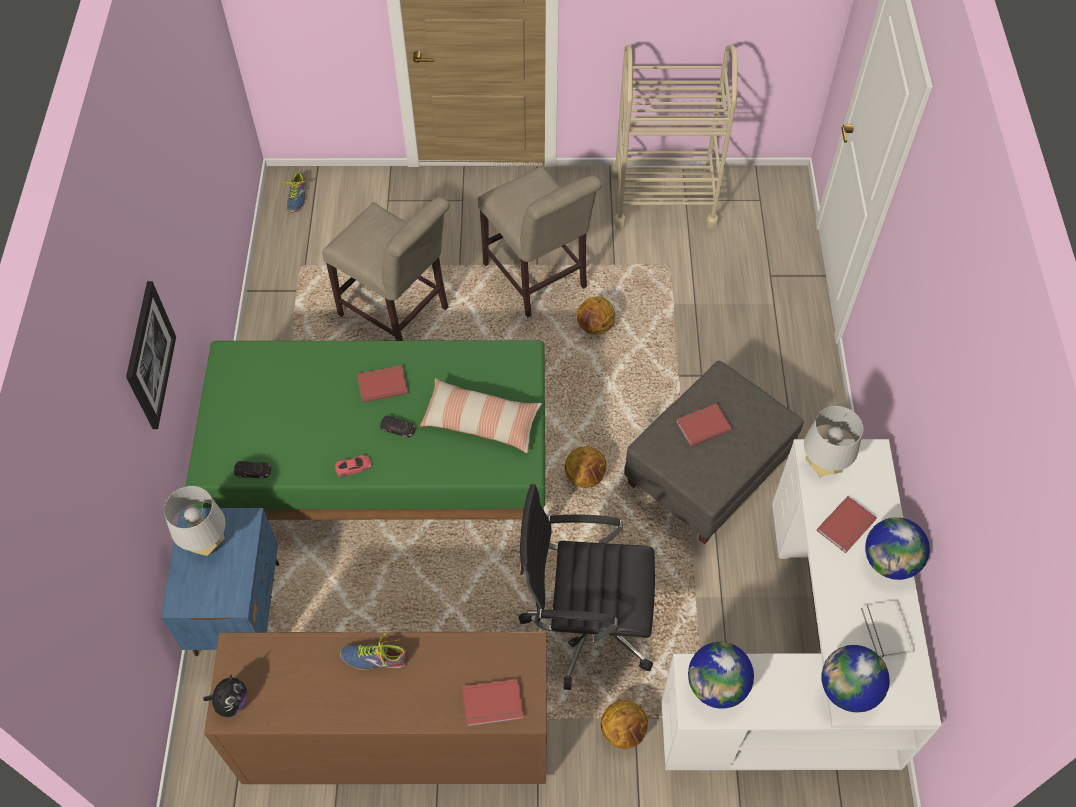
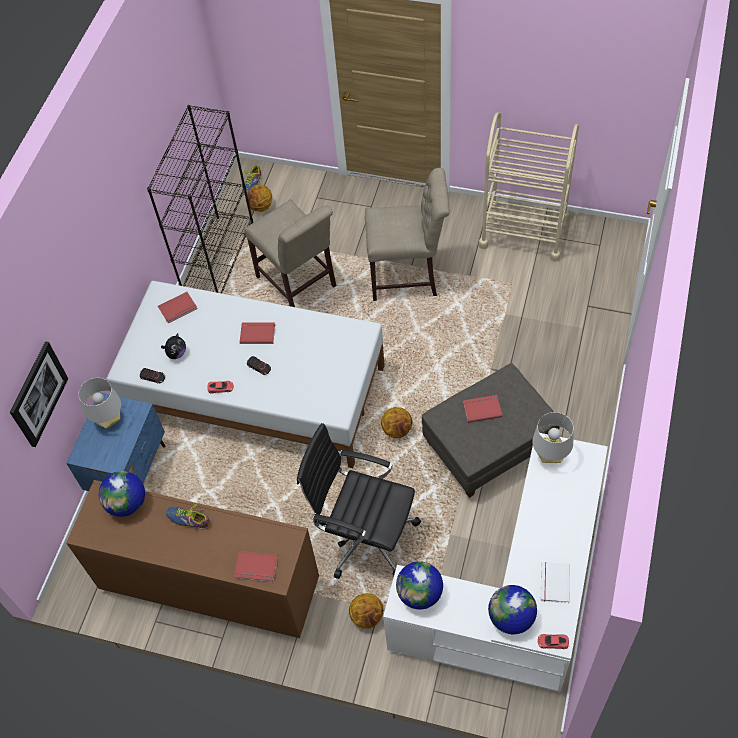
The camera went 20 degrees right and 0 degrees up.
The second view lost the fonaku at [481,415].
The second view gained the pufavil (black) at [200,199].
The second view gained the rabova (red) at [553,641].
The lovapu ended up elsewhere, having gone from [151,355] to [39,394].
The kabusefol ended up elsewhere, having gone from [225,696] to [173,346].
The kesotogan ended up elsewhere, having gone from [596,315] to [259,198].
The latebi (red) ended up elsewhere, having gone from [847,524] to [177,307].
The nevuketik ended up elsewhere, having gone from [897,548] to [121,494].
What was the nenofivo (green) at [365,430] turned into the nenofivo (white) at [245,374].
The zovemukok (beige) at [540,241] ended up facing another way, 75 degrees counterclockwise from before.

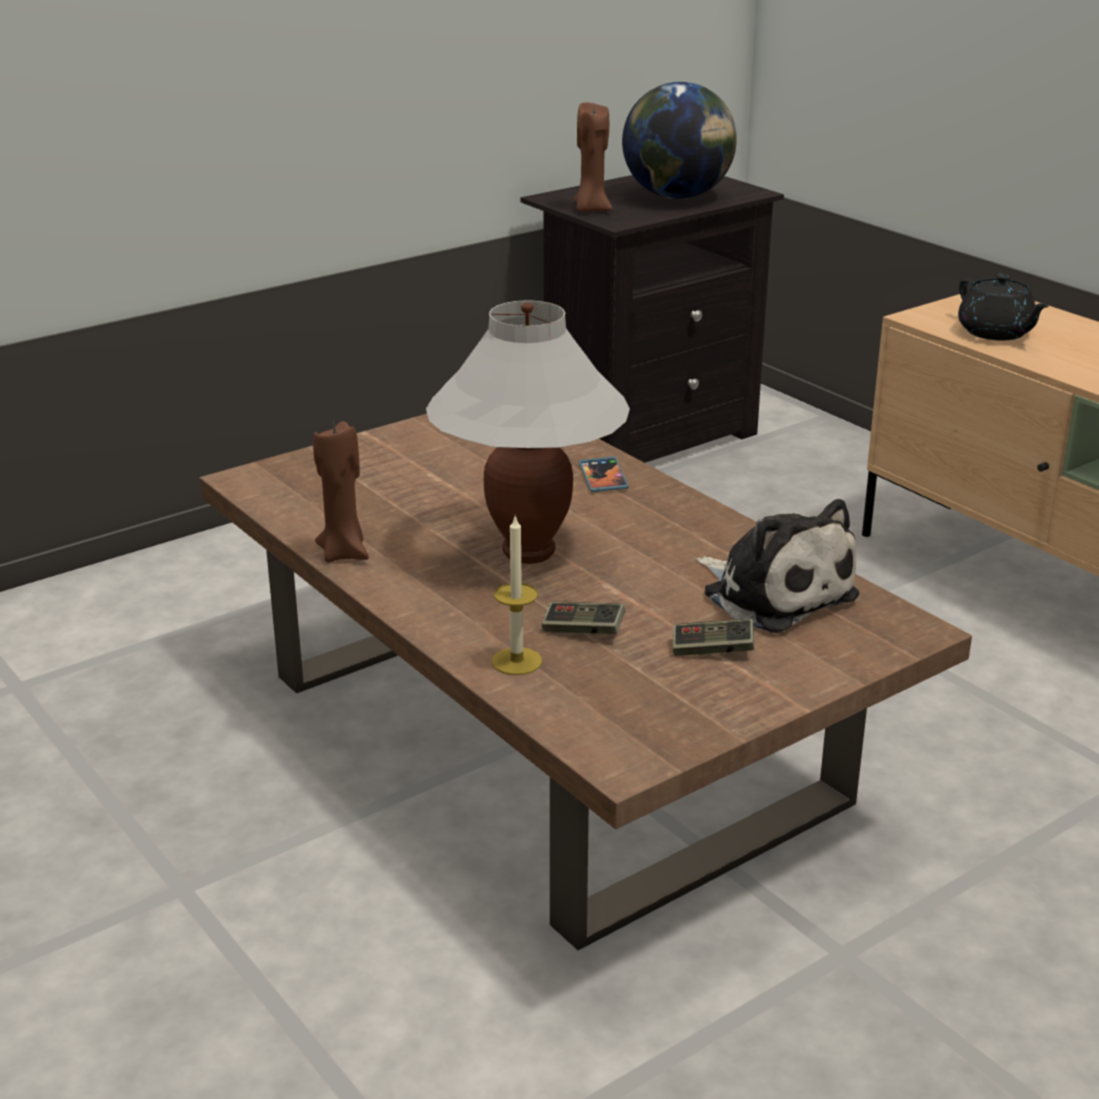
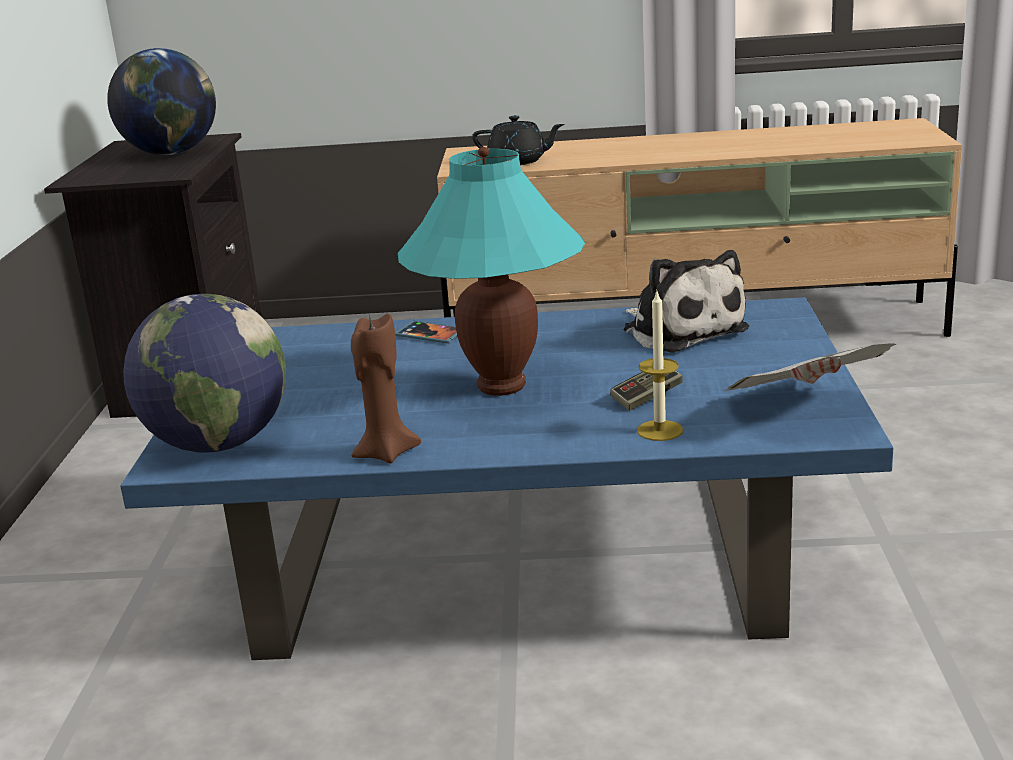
The camera went 50 degrees left and 5 degrees down.
The second view lost the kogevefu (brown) at [593,157].
The second view lost the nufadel at [713,637].
The second view gained the nevuketik at [204,373].
The second view gained the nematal at [810,367].
What was the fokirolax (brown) at [586,682] turned into the fokirolax (blue) at [506,478].
What was the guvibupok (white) at [528,432] turned into the guvibupok (turquoise) at [491,271].
The kabusefol at [777,566] ended up facing another way, 60 degrees clockwise from before.

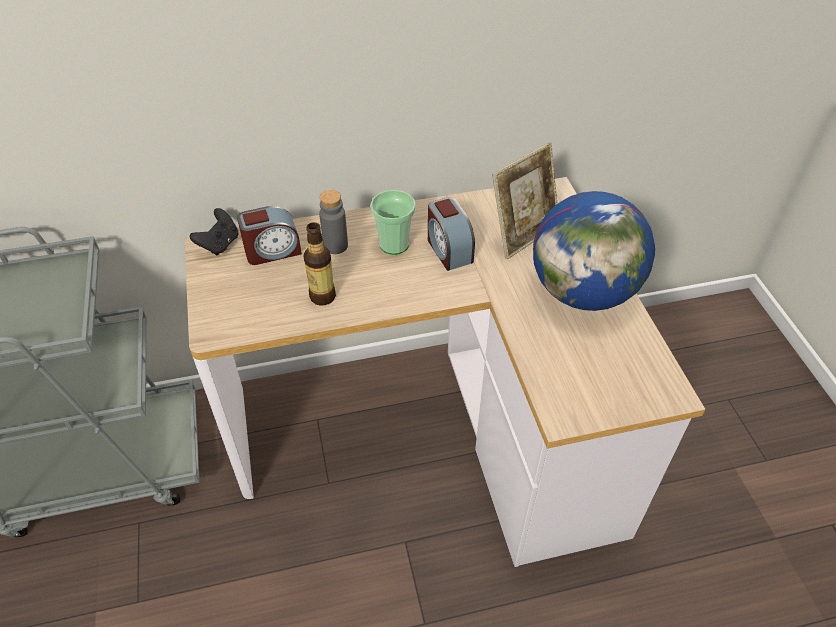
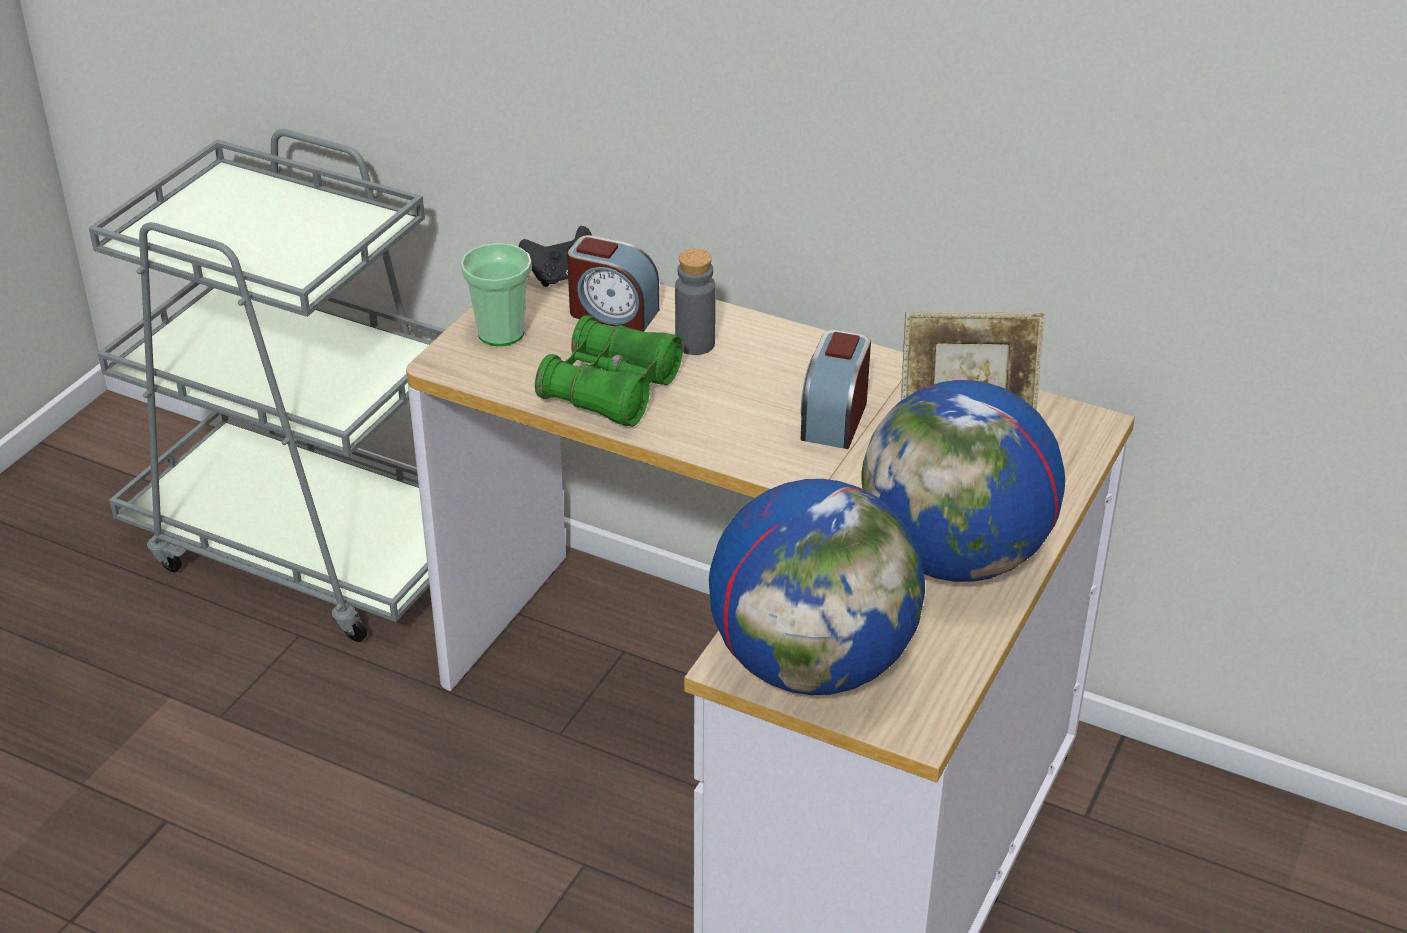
The camera went 40 degrees right and 10 degrees down.
The second view gained the nevuketik at [817,587].
The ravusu ended up elsewhere, having gone from [393,222] to [496,294].
Where the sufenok stood at [319,264], the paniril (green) came to stand at [609,371].

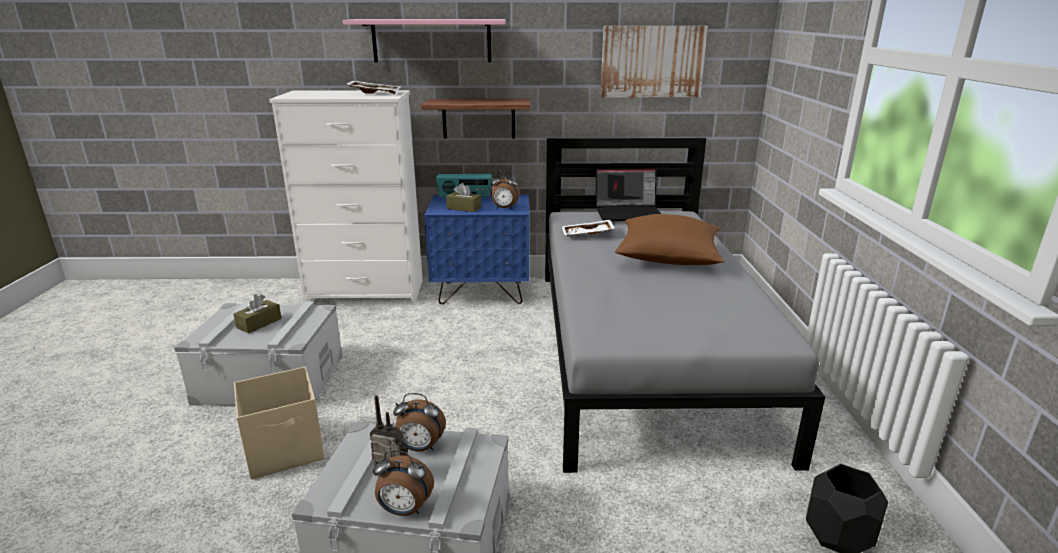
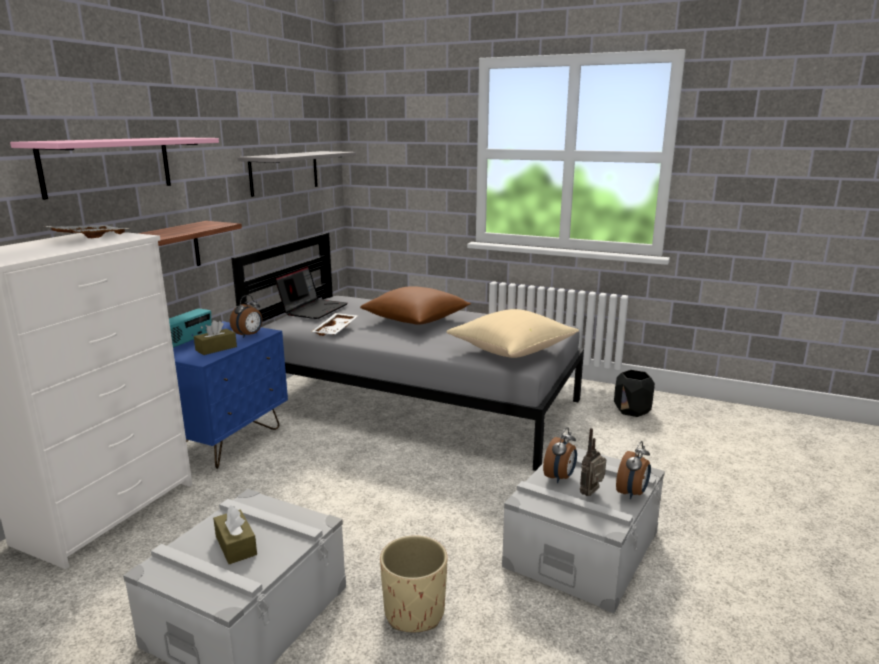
The camera went 65 degrees left and 5 degrees down.
The second view gained the fonaku (beige) at [512,333].
Where the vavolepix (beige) stood at [279,423], the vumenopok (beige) came to stand at [414,583].
Where the lovapu hung at [654,61], the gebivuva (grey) came to hang at [296,174].

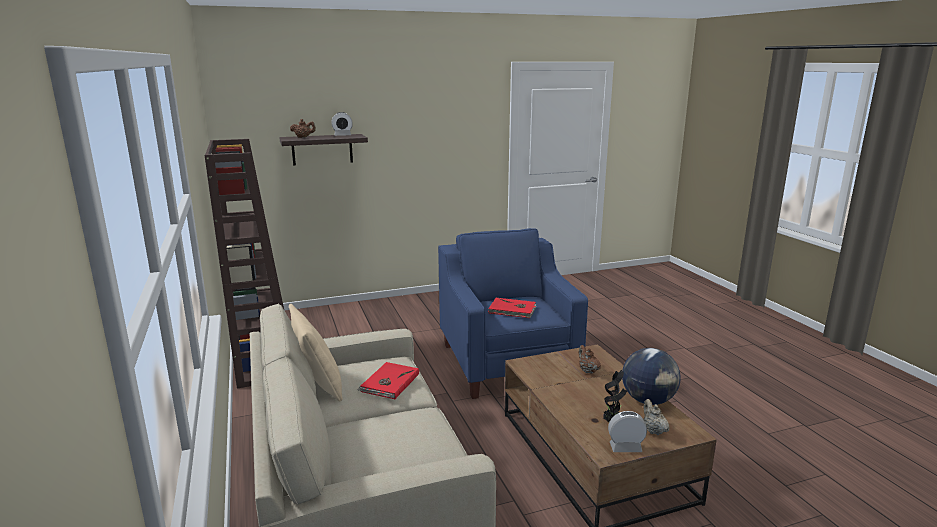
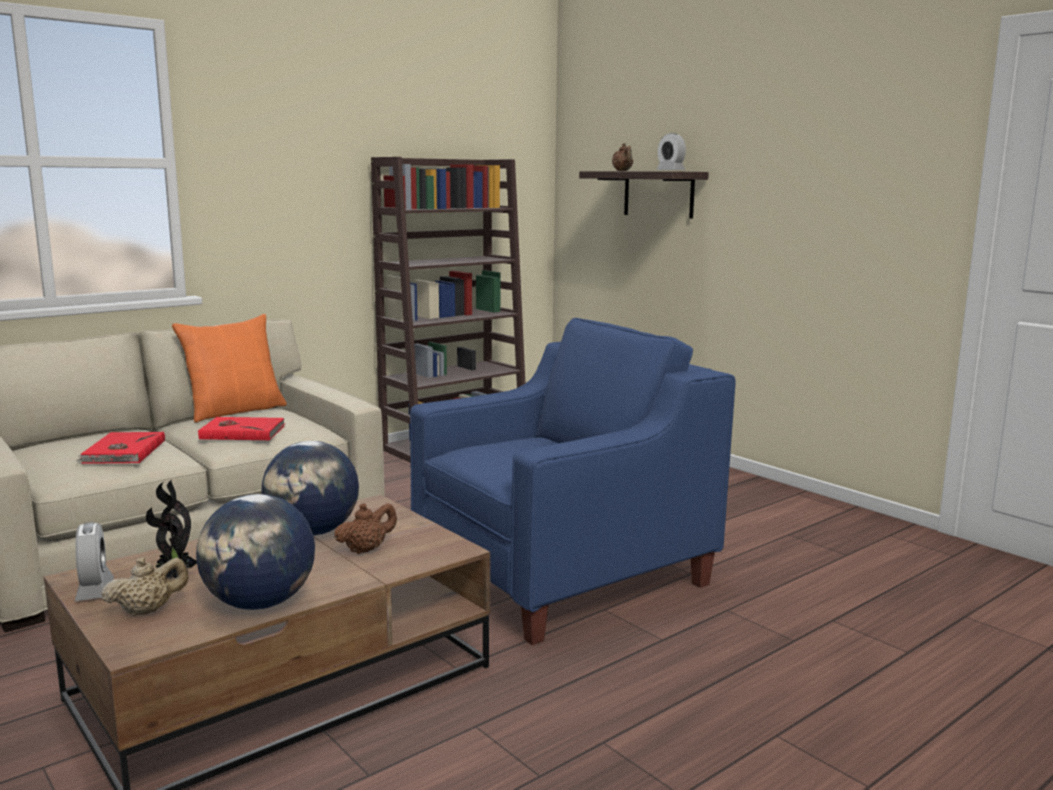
The camera went 70 degrees right and 5 degrees down.
The second view gained the nevuketik at [310,488].
The latebi (red) ended up elsewhere, having gone from [512,308] to [120,448].
What was the fonaku (beige) at [316,353] turned into the fonaku (orange) at [229,368].

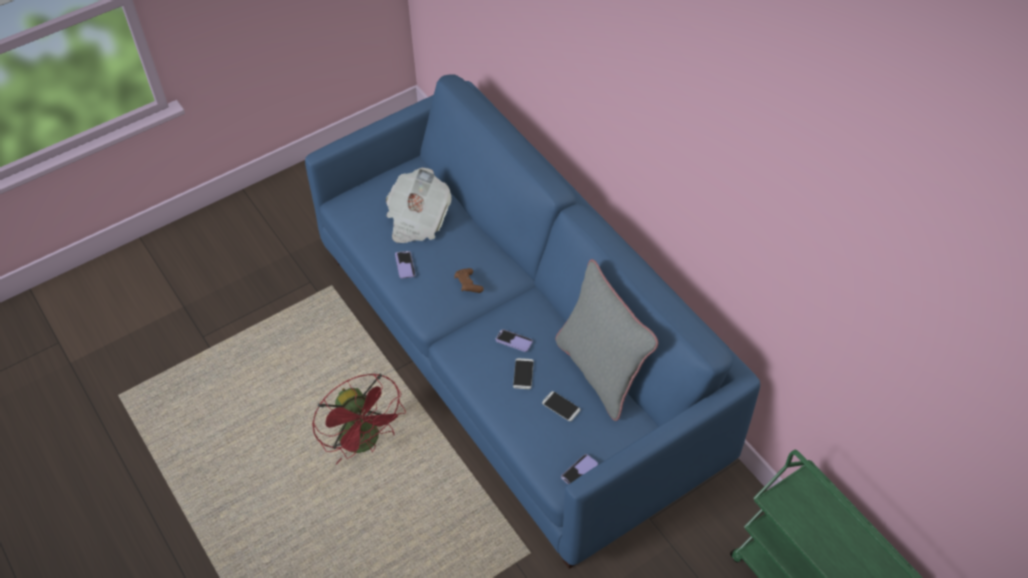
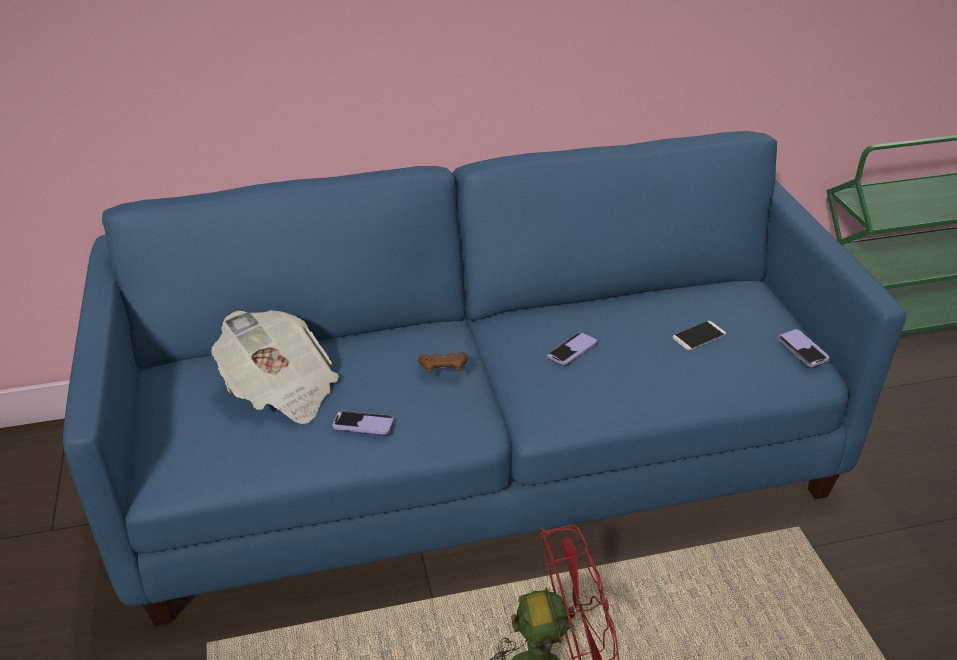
The camera went 70 degrees left and 15 degrees down.
The second view lost the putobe at [523,373].
The second view lost the fonaku (grey) at [606,340].

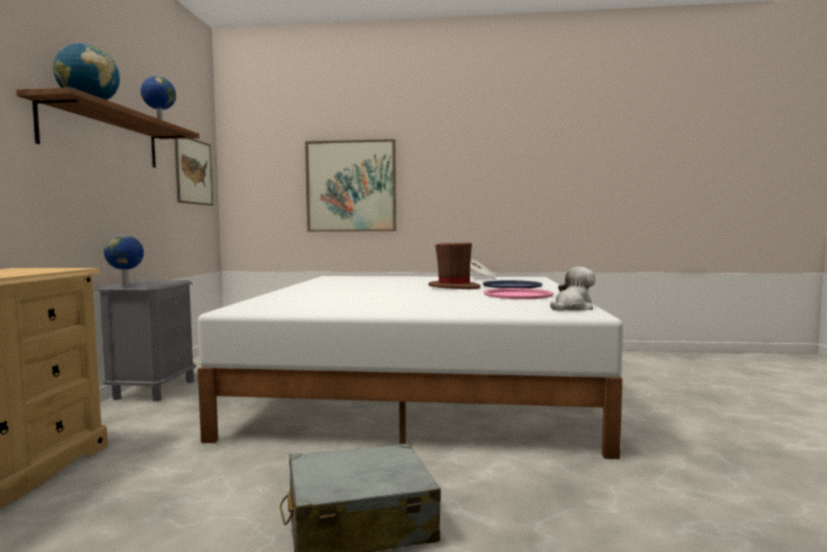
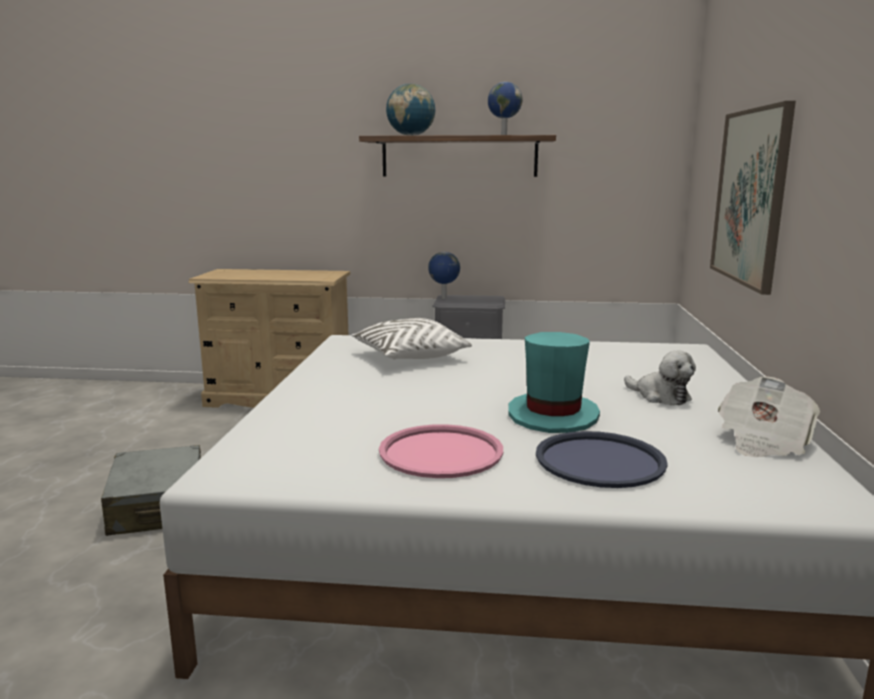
The camera went 90 degrees right and 10 degrees up.
The second view lost the lovapu at [194,172].
The second view gained the fonaku (white) at [411,339].
The kabusefol ended up elsewhere, having gone from [572,289] to [660,378].
What was the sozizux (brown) at [455,266] turned into the sozizux (turquoise) at [554,382].

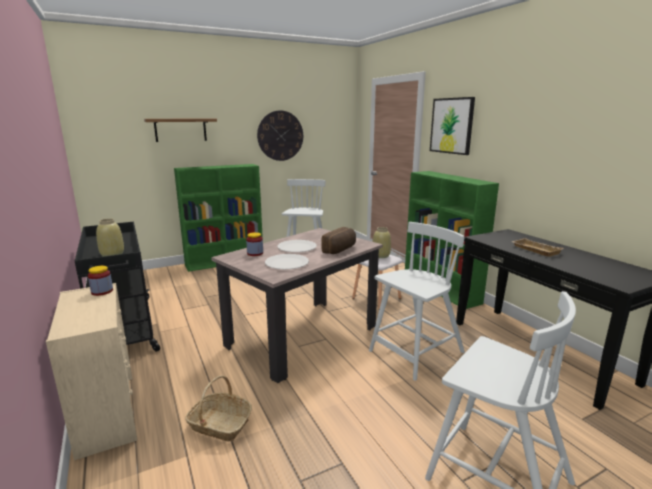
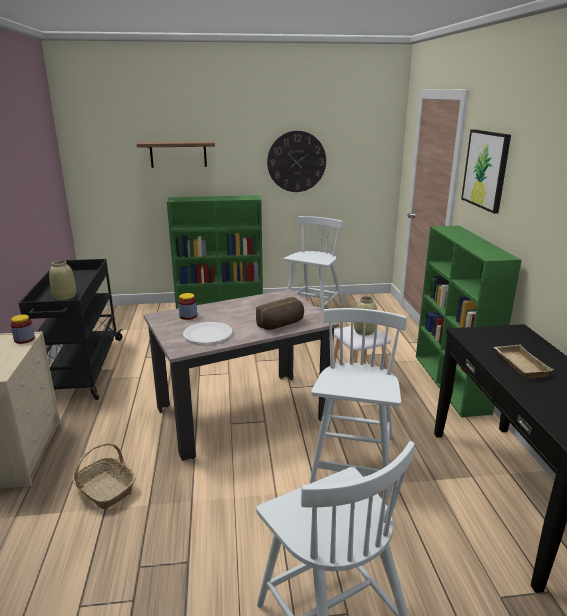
The camera went 20 degrees right and 5 degrees up.
The second view lost the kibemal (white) at [297,246].
The zovemukok (white) at [417,301] ended up facing another way, 60 degrees counterclockwise from before.

